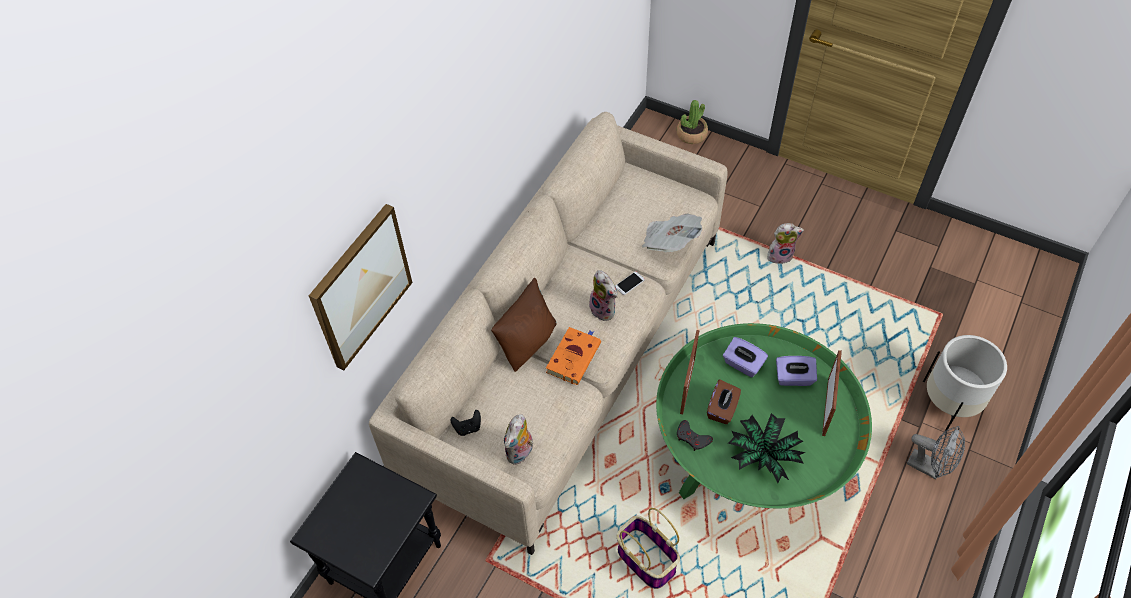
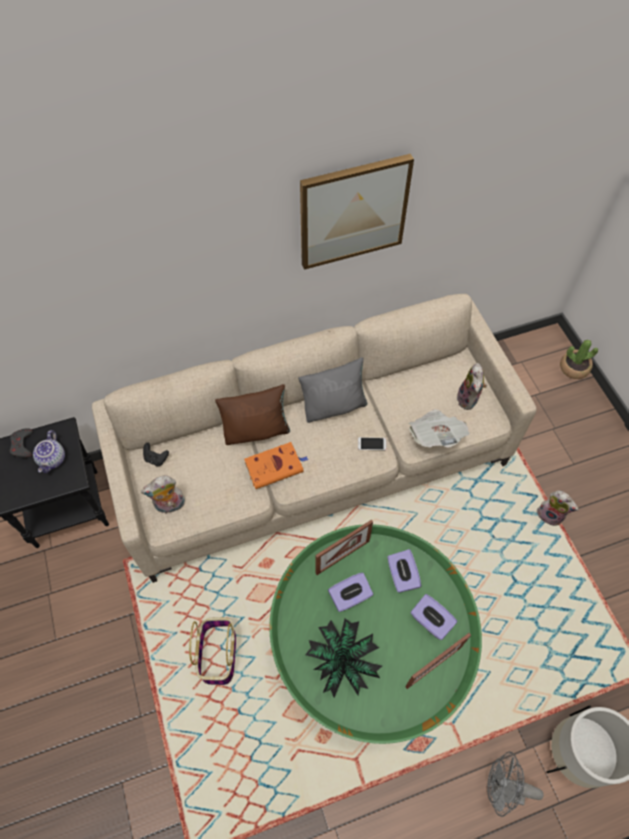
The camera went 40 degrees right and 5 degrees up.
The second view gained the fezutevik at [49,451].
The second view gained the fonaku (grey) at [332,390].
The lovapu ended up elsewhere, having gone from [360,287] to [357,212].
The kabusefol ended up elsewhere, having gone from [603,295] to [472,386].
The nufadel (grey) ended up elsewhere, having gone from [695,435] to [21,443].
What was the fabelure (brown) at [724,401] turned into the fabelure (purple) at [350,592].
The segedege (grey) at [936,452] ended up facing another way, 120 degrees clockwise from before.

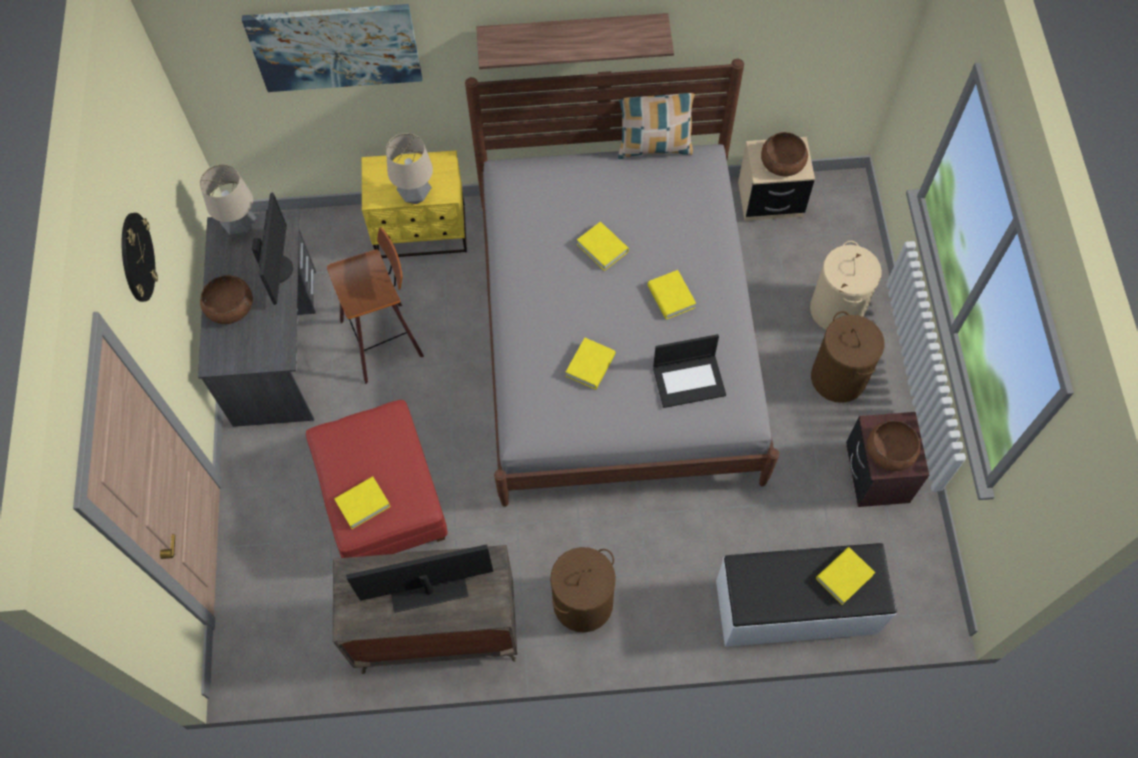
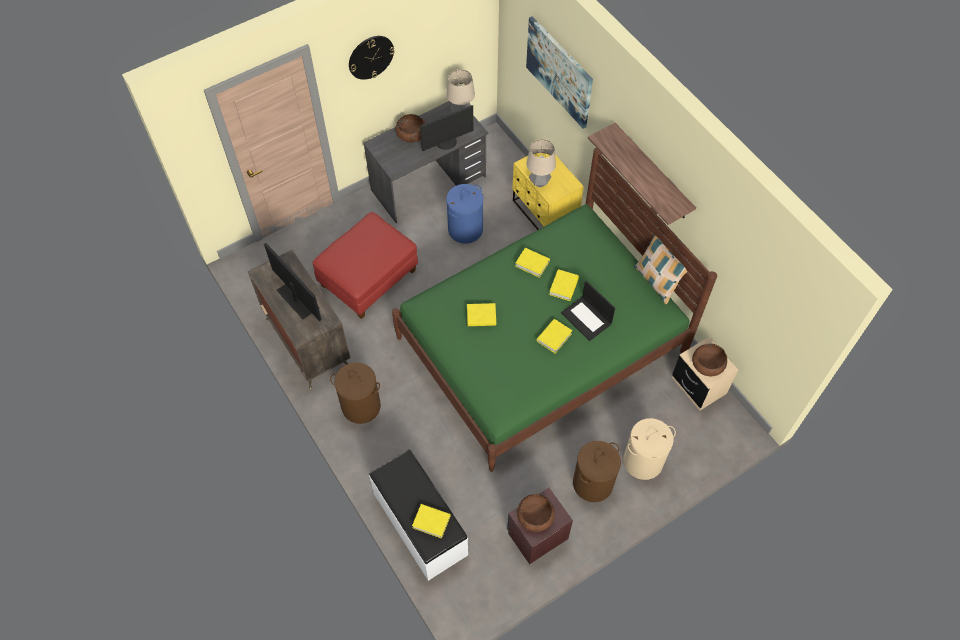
The camera went 60 degrees right and 5 degrees down.
The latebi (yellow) ended up elsewhere, having gone from [362,502] to [532,263].
The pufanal ended up elsewhere, having gone from [689,371] to [588,311].
Where the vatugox stood at [375,305], the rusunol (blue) came to stand at [464,214].
What was the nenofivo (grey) at [622,283] turned into the nenofivo (green) at [554,310].

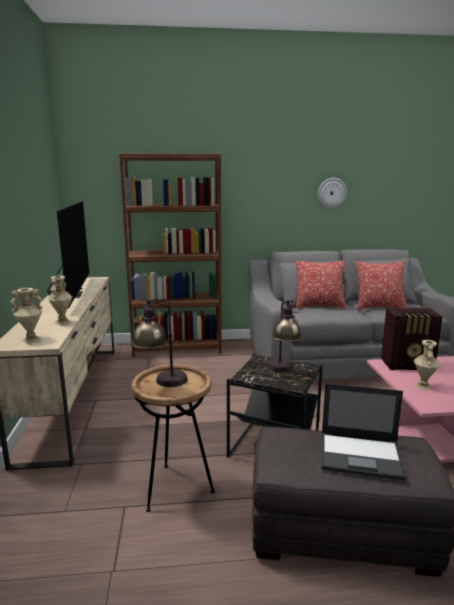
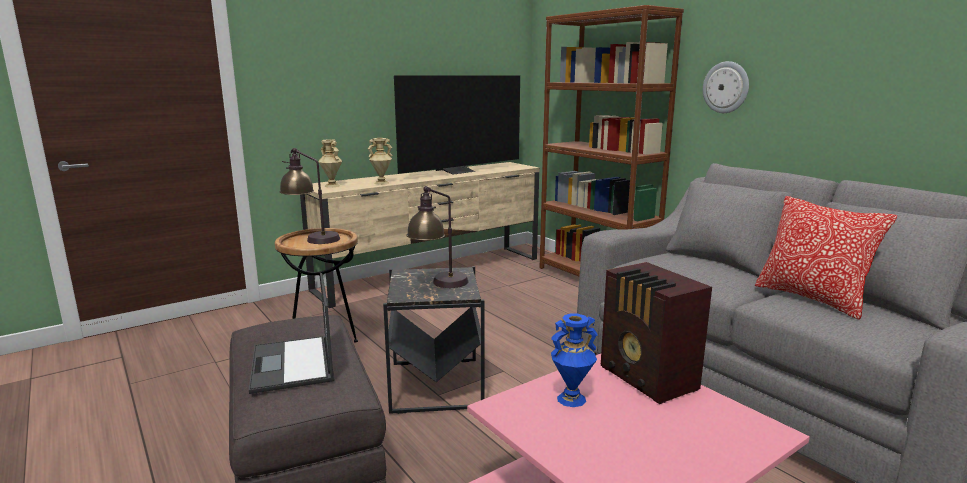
The camera went 60 degrees right and 0 degrees up.
The second view lost the fonaku at [321,285].
The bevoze ended up elsewhere, having gone from [332,193] to [726,87].
What was the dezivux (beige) at [426,365] turned into the dezivux (blue) at [574,360].

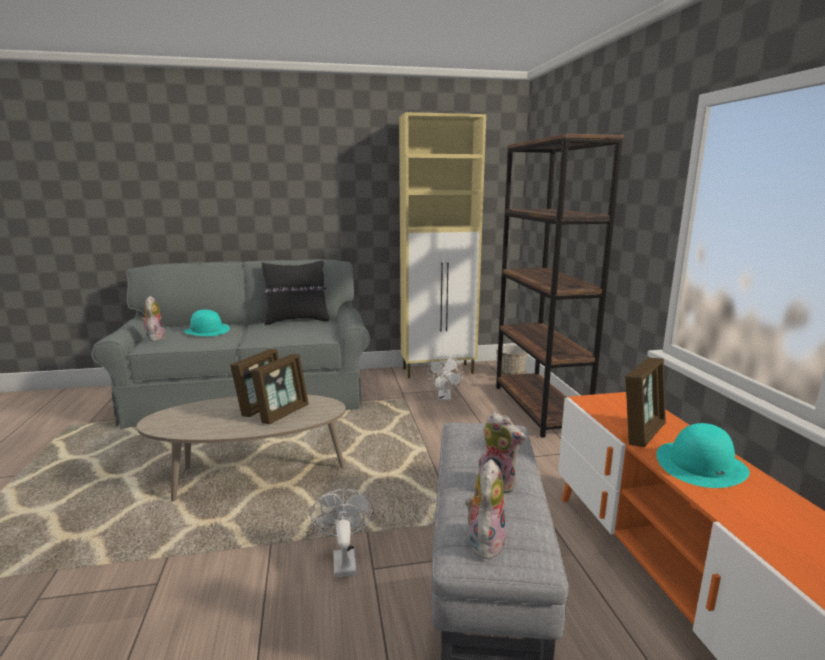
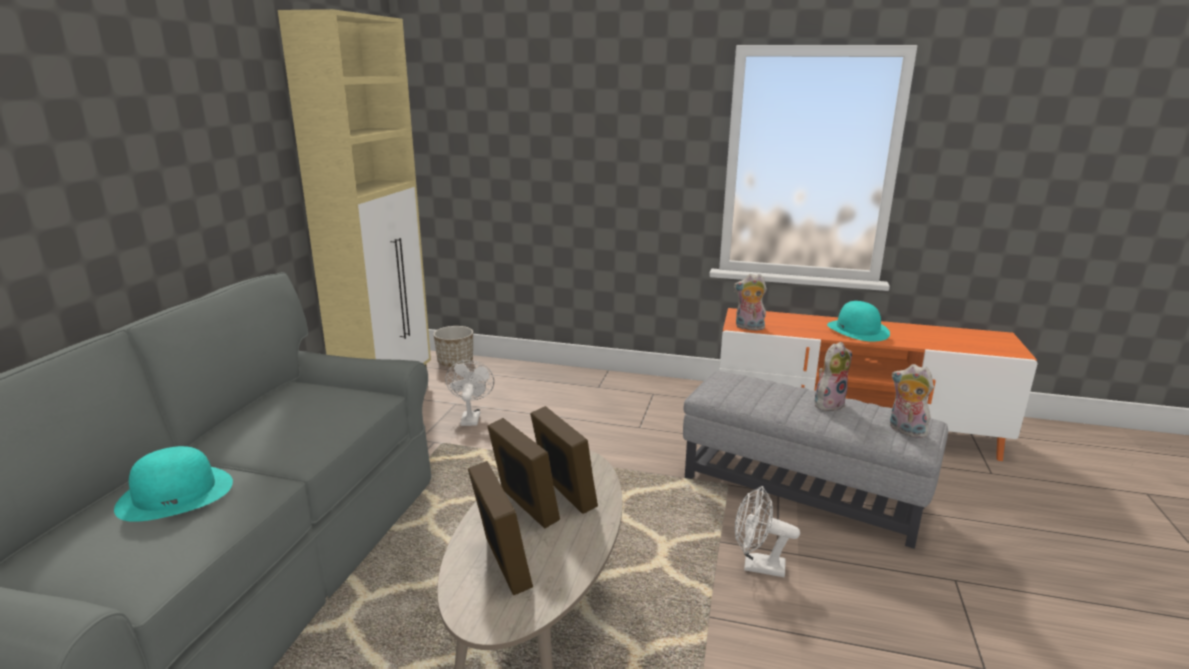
The camera went 65 degrees left and 5 degrees up.
The second view lost the fonaku (black) at [295,293].
The second view lost the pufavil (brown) at [560,286].
The kabusefol ended up elsewhere, having gone from [153,318] to [750,302].
The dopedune ended up elsewhere, having gone from [645,402] to [500,528].
The segedege (white) at [445,378] ended up facing another way, 120 degrees counterclockwise from before.

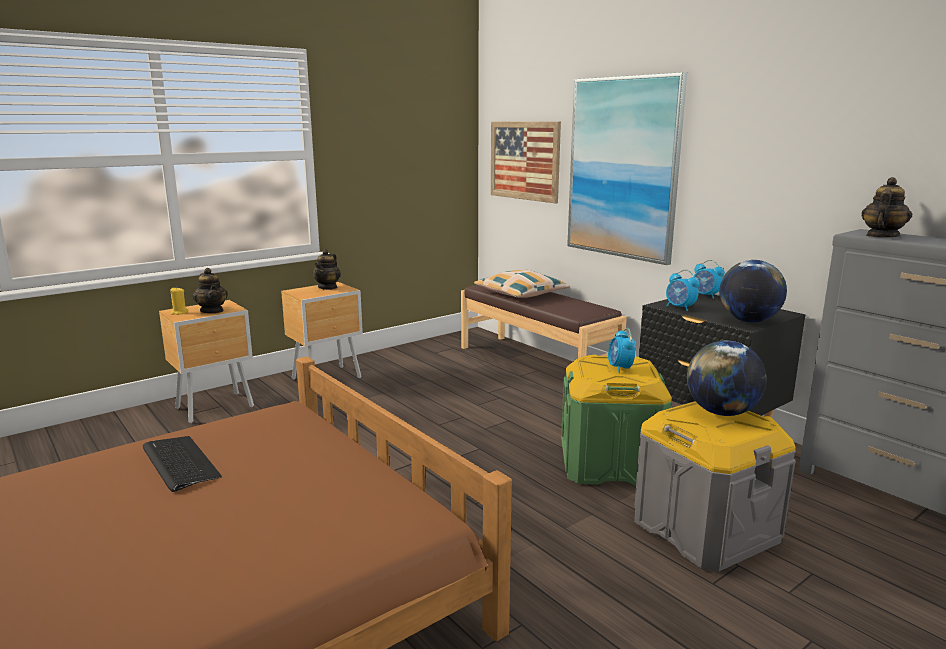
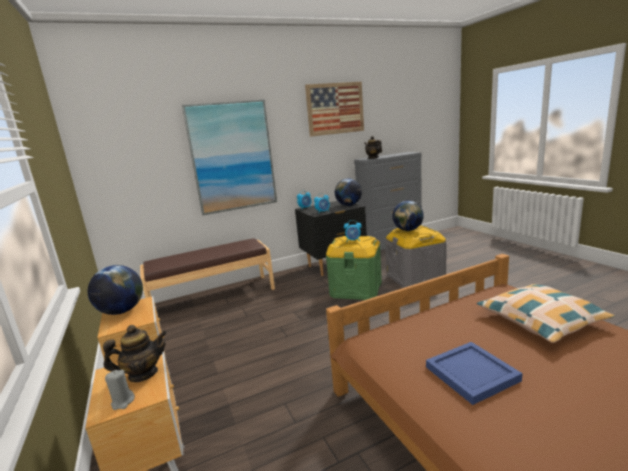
The camera went 75 degrees left and 0 degrees up.
The fonaku ended up elsewhere, having gone from [522,283] to [545,313].
The lovapu ended up elsewhere, having gone from [526,162] to [334,109].
Where the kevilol stood at [182,464], the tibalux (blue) came to stand at [474,373].
Where the fezutevik stood at [327,269], the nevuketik came to stand at [115,290].
What was the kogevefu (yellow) at [179,301] turned into the kogevefu (grey) at [120,390].

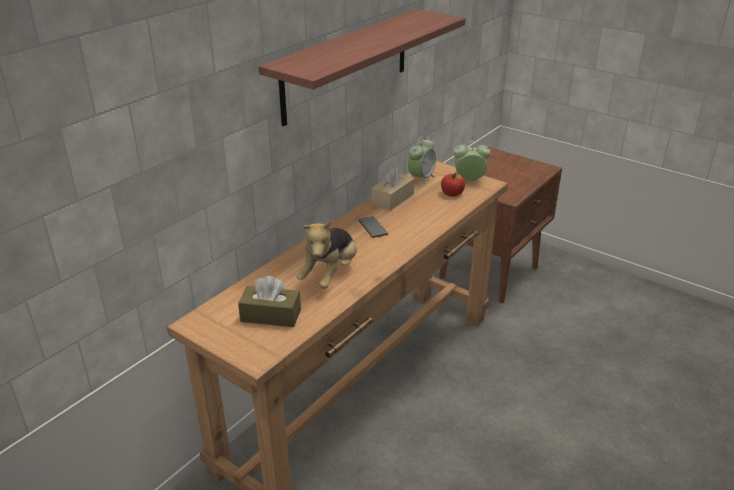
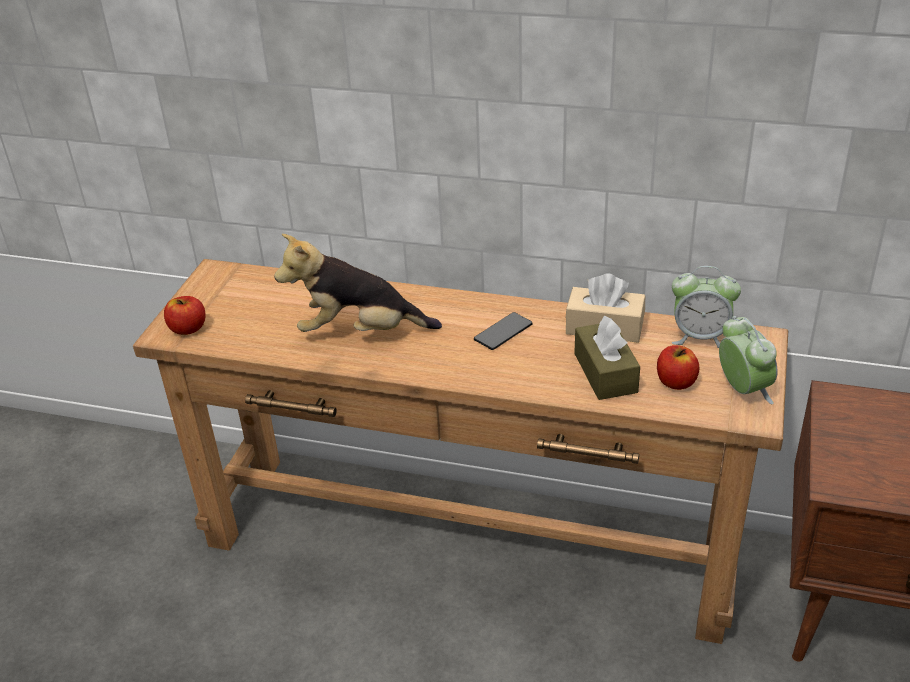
The camera went 70 degrees right and 5 degrees up.
The second view lost the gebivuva at [362,67].
The second view gained the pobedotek at [185,315].
The fabelure (brown) ended up elsewhere, having gone from [269,301] to [607,358].

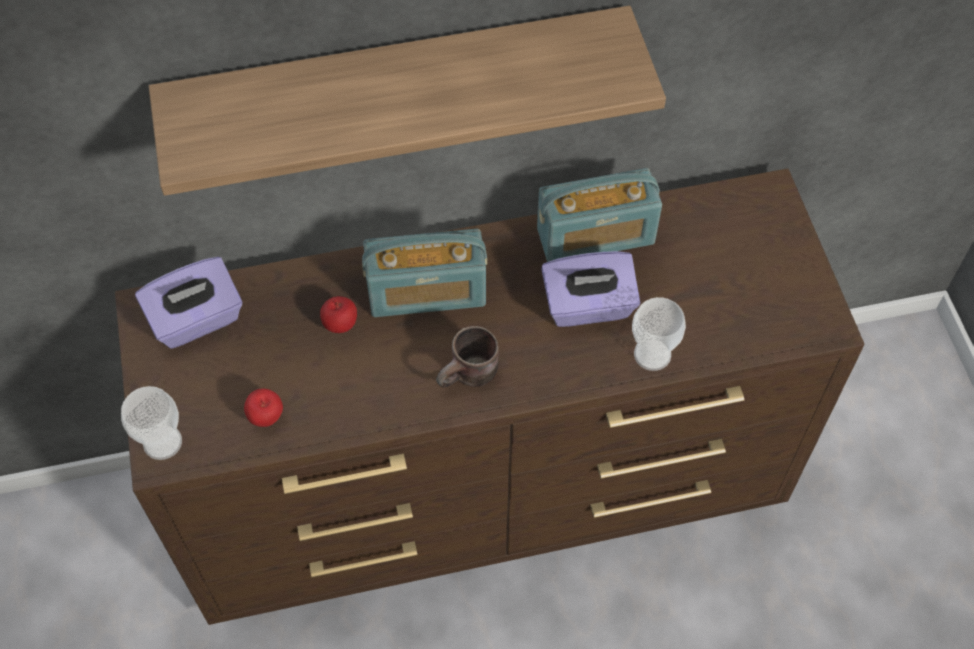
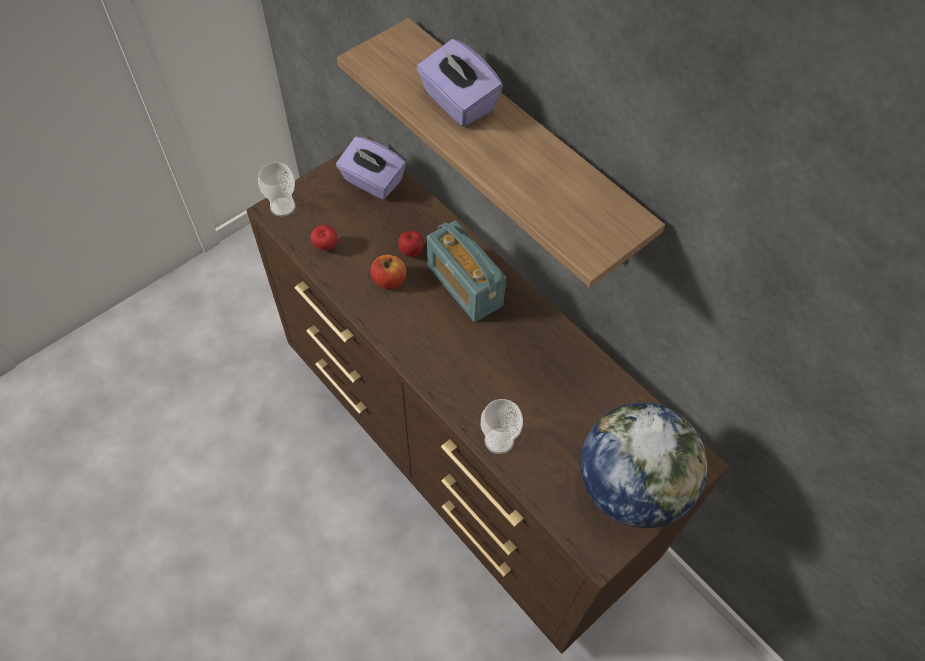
The camera went 60 degrees right and 0 degrees up.
The second view lost the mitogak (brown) at [467,357].
The second view lost the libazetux at [599,215].
The second view gained the pobedotek at [388,272].
The second view gained the nevuketik at [643,465].
The fabelure (purple) ended up elsewhere, having gone from [590,289] to [459,83].

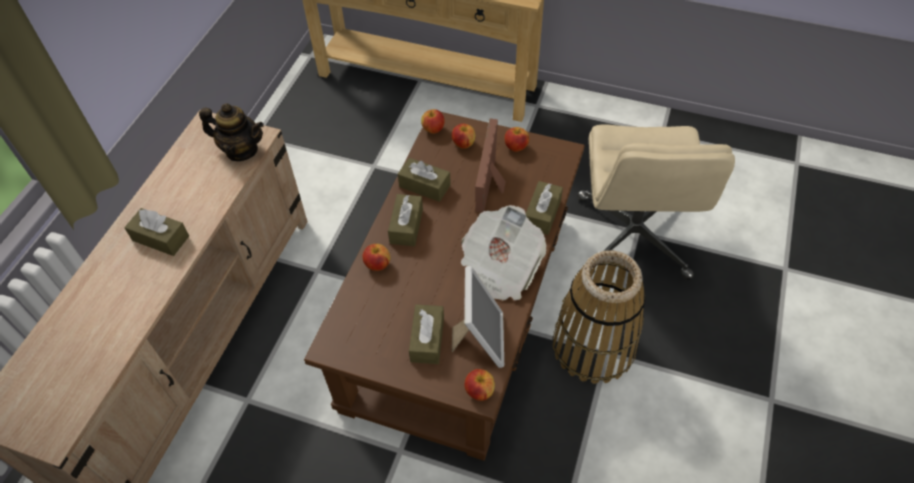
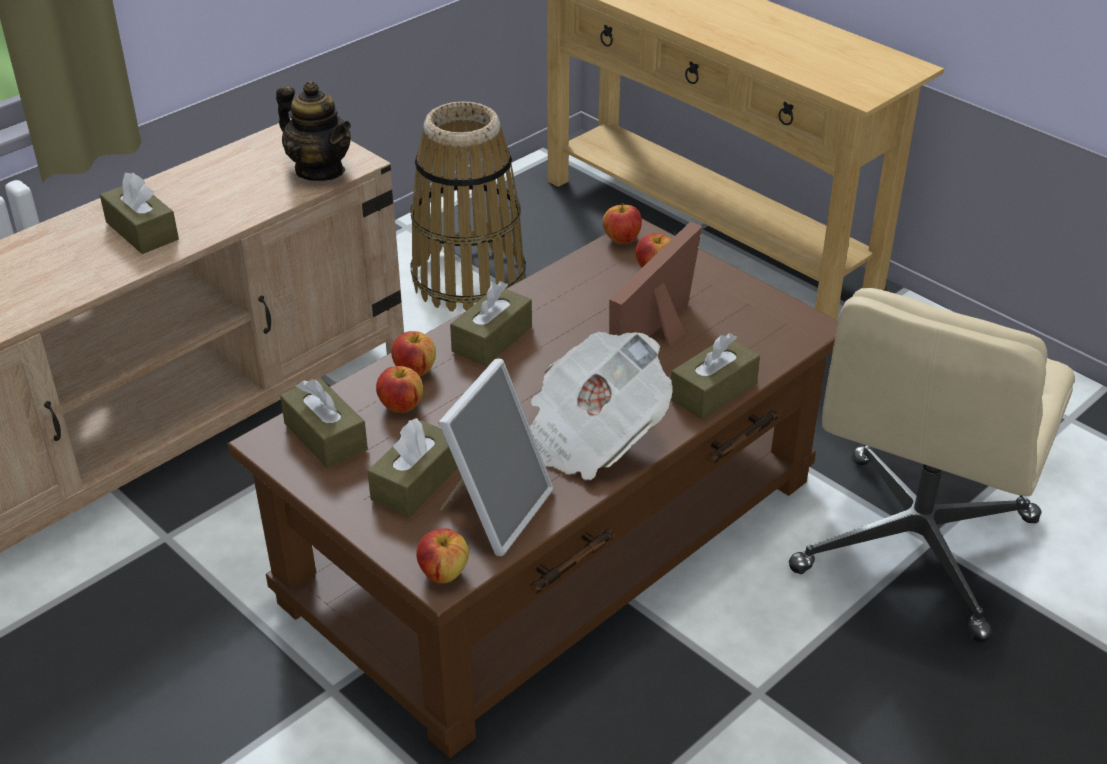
The camera went 25 degrees right and 15 degrees down.
The fabelure (brown) ended up elsewhere, having gone from [424,180] to [324,423].
The pobedotek ended up elsewhere, having gone from [517,139] to [399,389].
The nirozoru ended up elsewhere, having gone from [598,317] to [468,206].

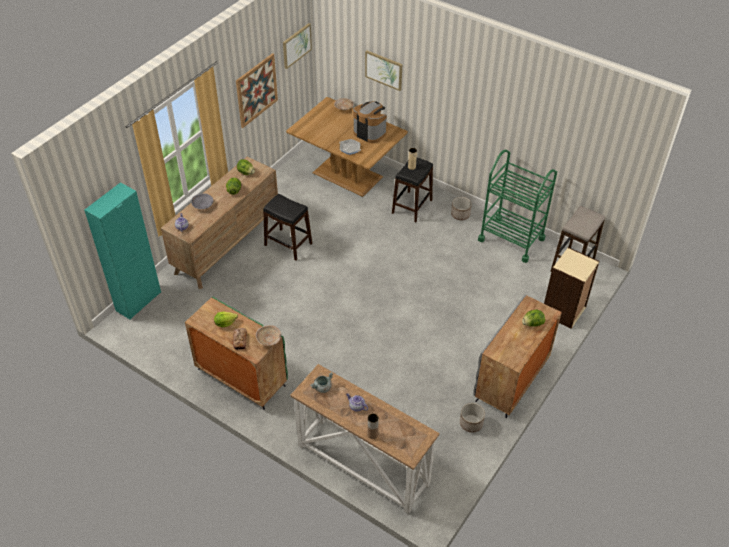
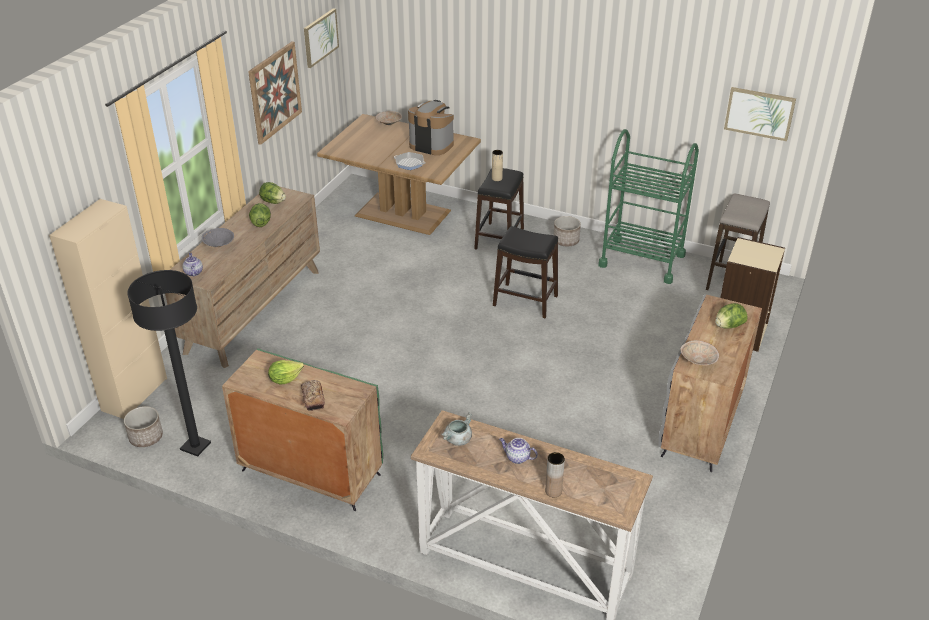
The camera went 10 degrees left and 10 degrees down.
The second view gained the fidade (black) at [169,363].
The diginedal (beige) ended up elsewhere, having gone from [268,335] to [699,353].
The vatugox (black) ended up elsewhere, having gone from [287,227] to [525,272].
The lovapu ended up elsewhere, having gone from [383,70] to [760,114].
The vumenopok ended up elsewhere, having gone from [472,418] to [143,426].
What was the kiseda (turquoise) at [122,251] turned into the kiseda (beige) at [108,309].

